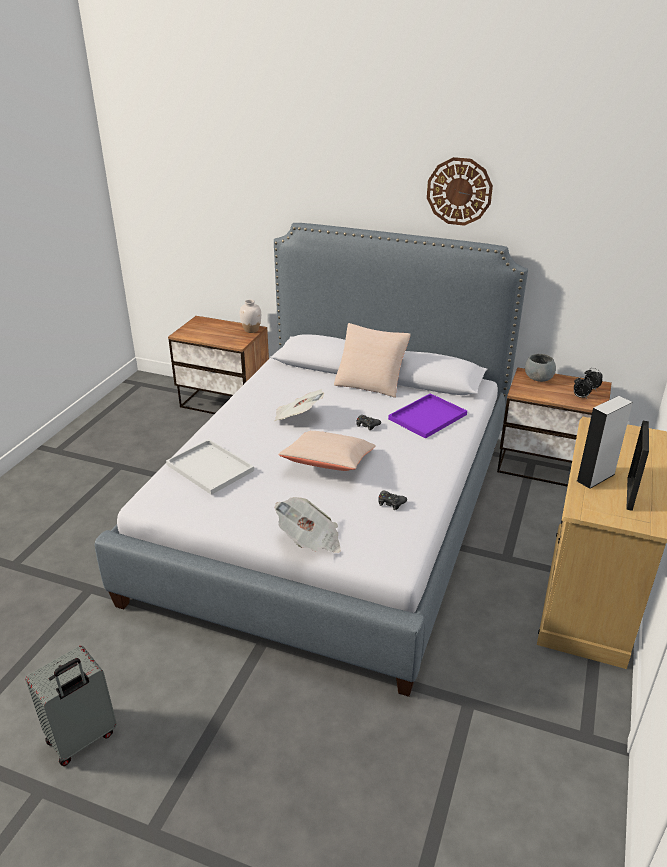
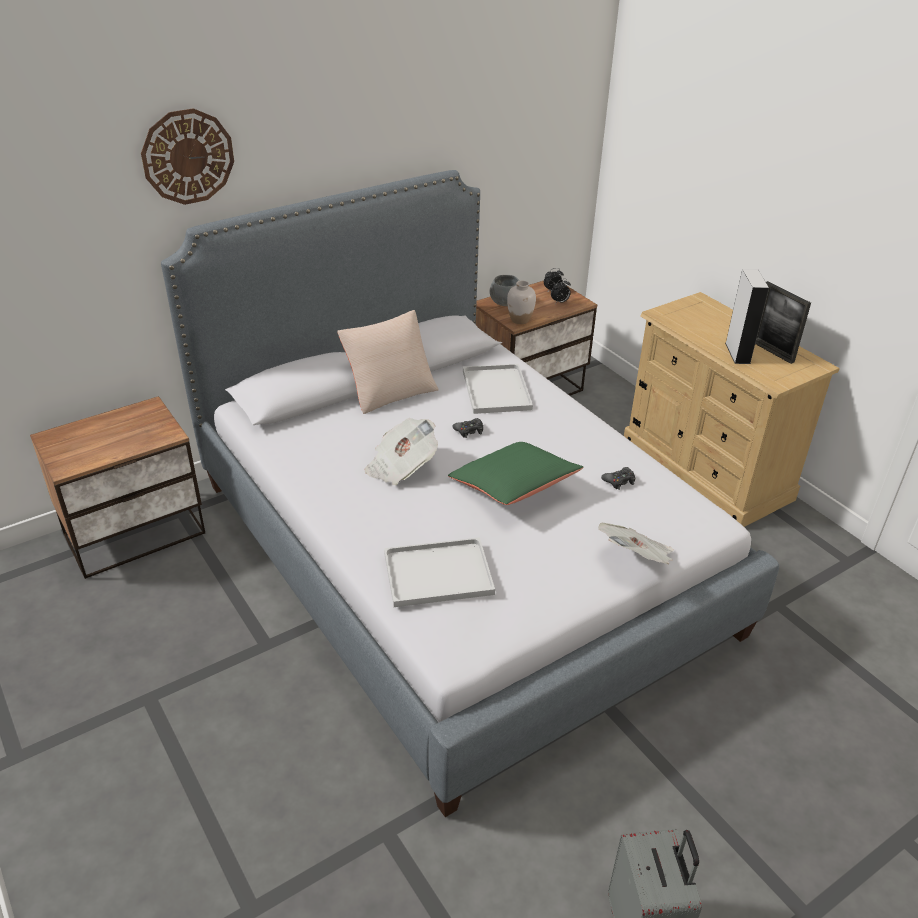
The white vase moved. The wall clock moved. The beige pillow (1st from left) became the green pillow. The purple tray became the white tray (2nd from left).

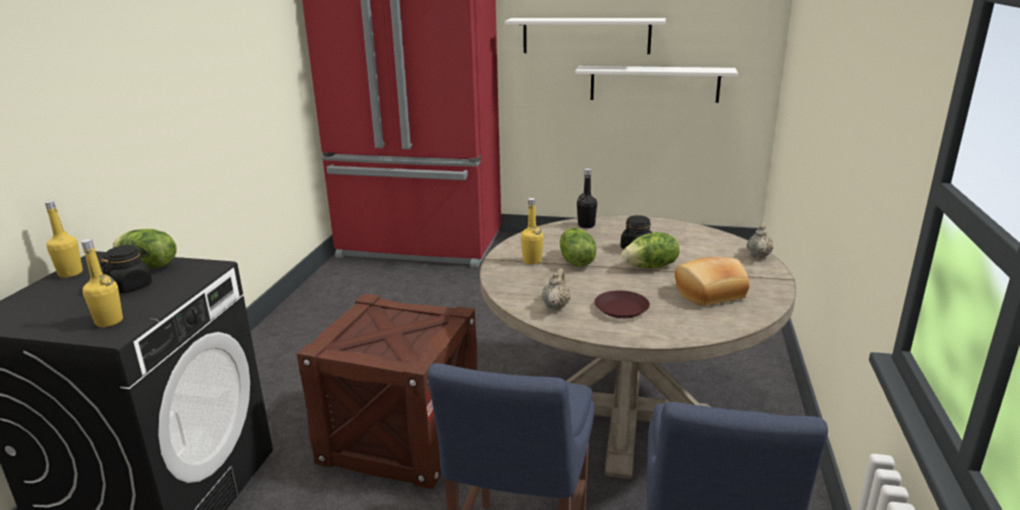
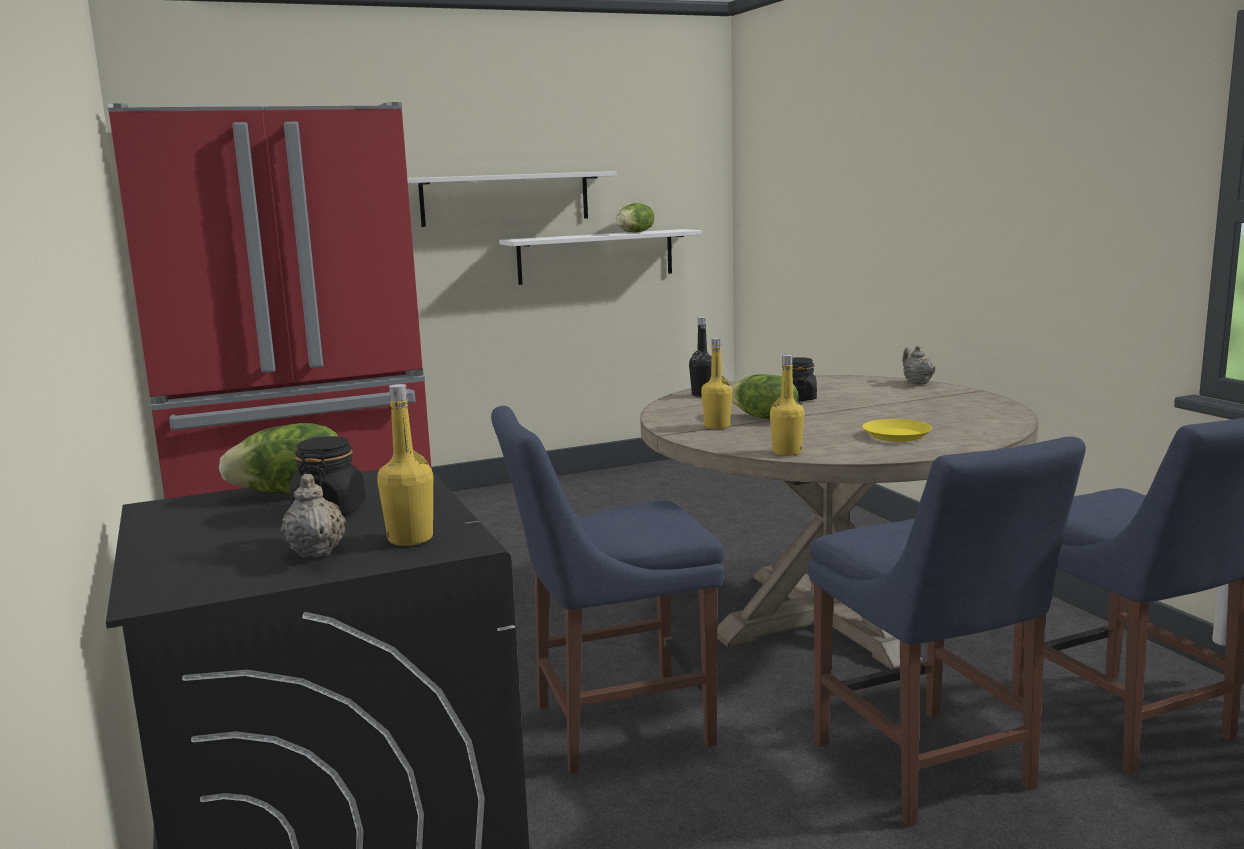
The bread disappeared. The yellow bottle (1st from left in the first image) moved. The beige teapot (1st from left) moved. The lettuce (3rd from left in the first image) moved. The crate was replaced by the blue chair (1st from left). The brown plate became the yellow plate.

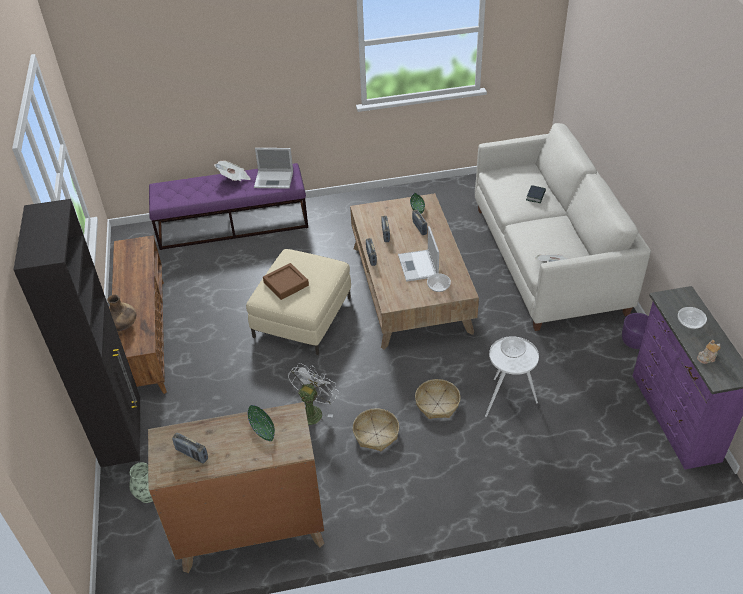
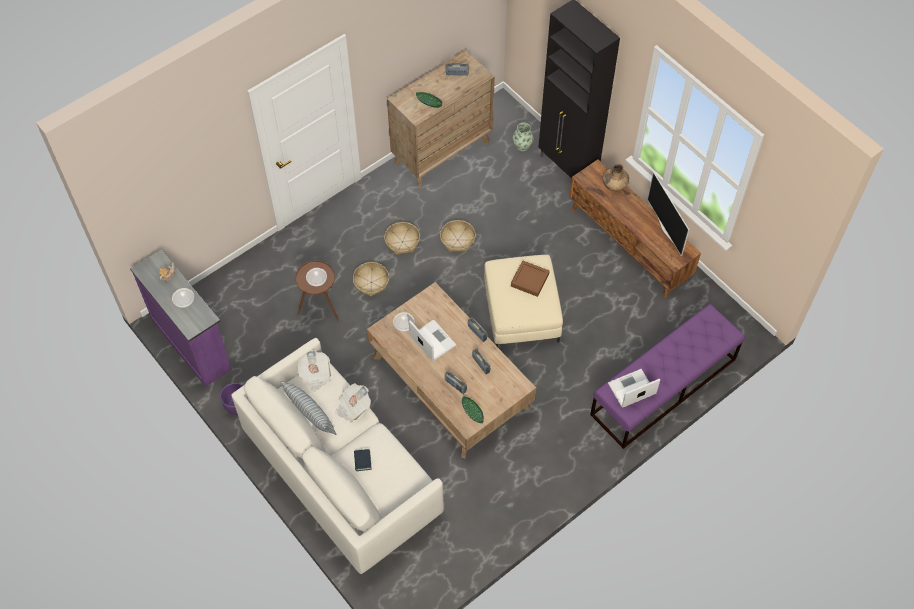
The pillow appeared. The television appeared. The newspaper (1st from left in the first image) moved. The white fan was replaced by the basket (3rd from left). The white side table became the brown side table.

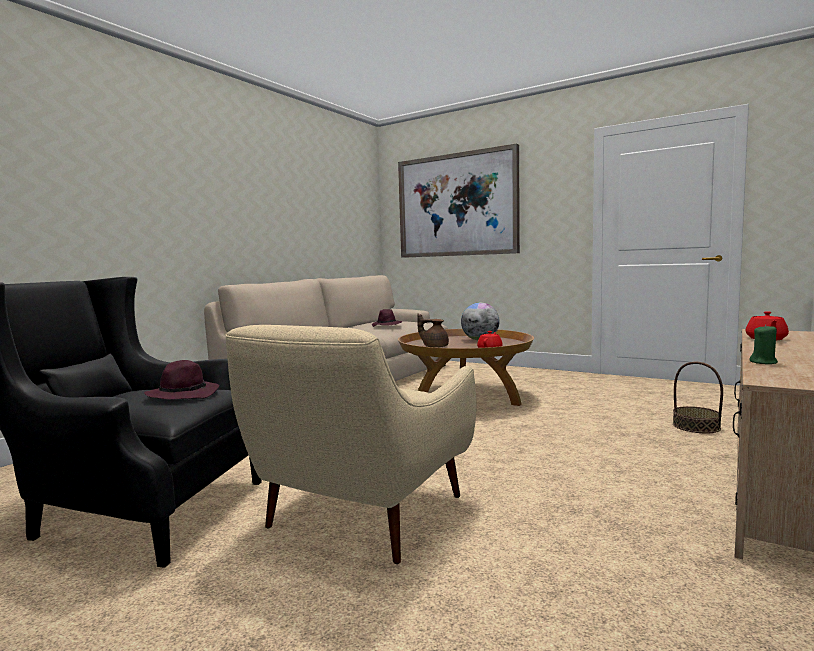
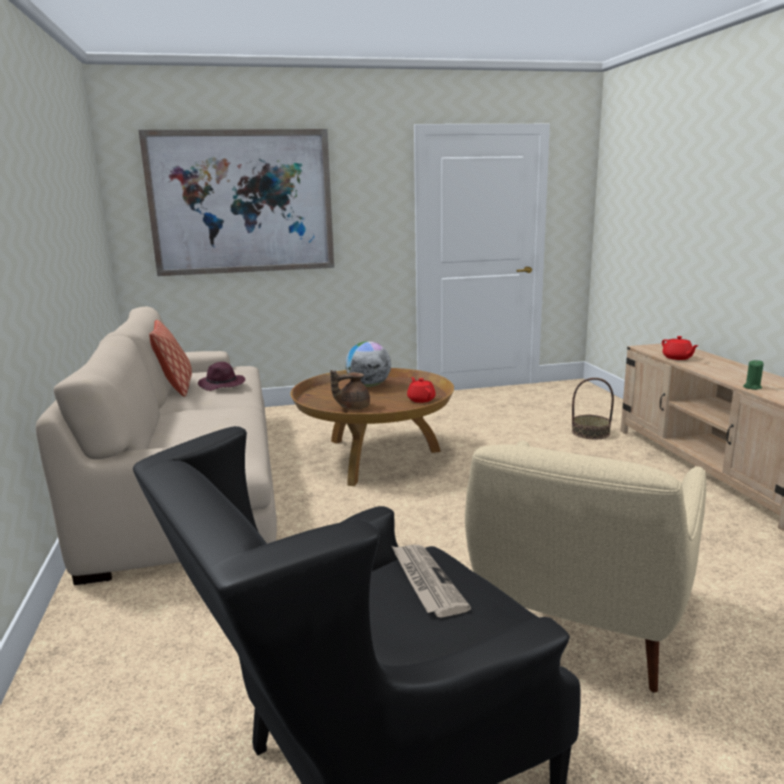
The pillow appeared. The purple hat (1st from left) was replaced by the newspaper. The beige armchair turned 45 degrees clockwise.

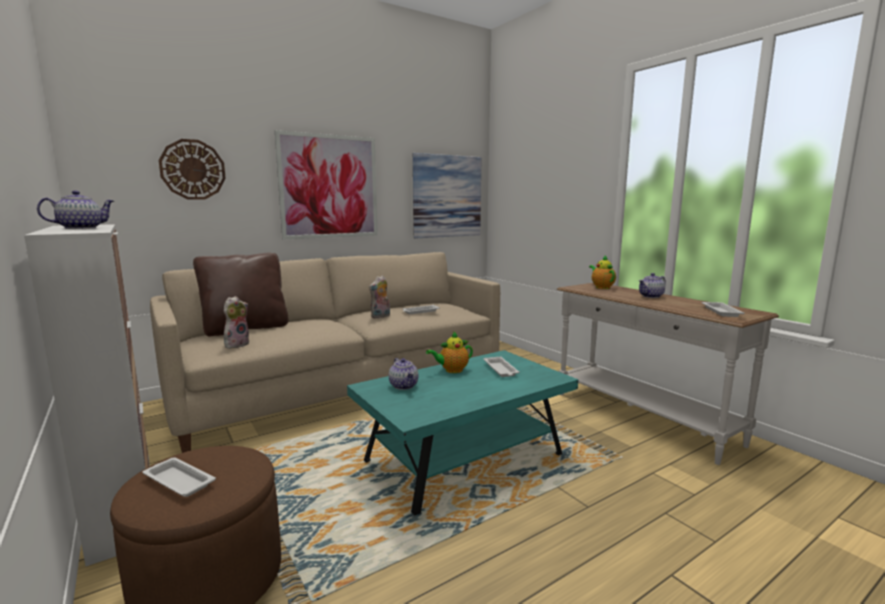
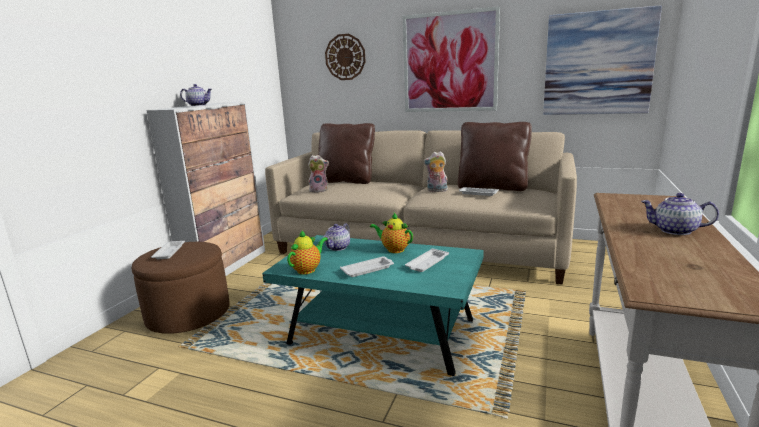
The brown pillow (2nd from left) appeared. The teapot (4th from left in the first image) moved. The white tray (4th from left in the first image) moved.

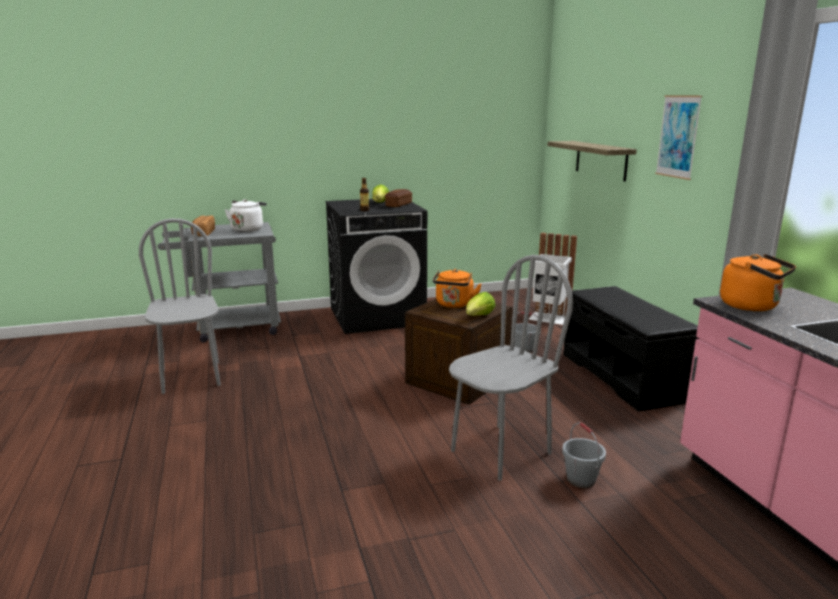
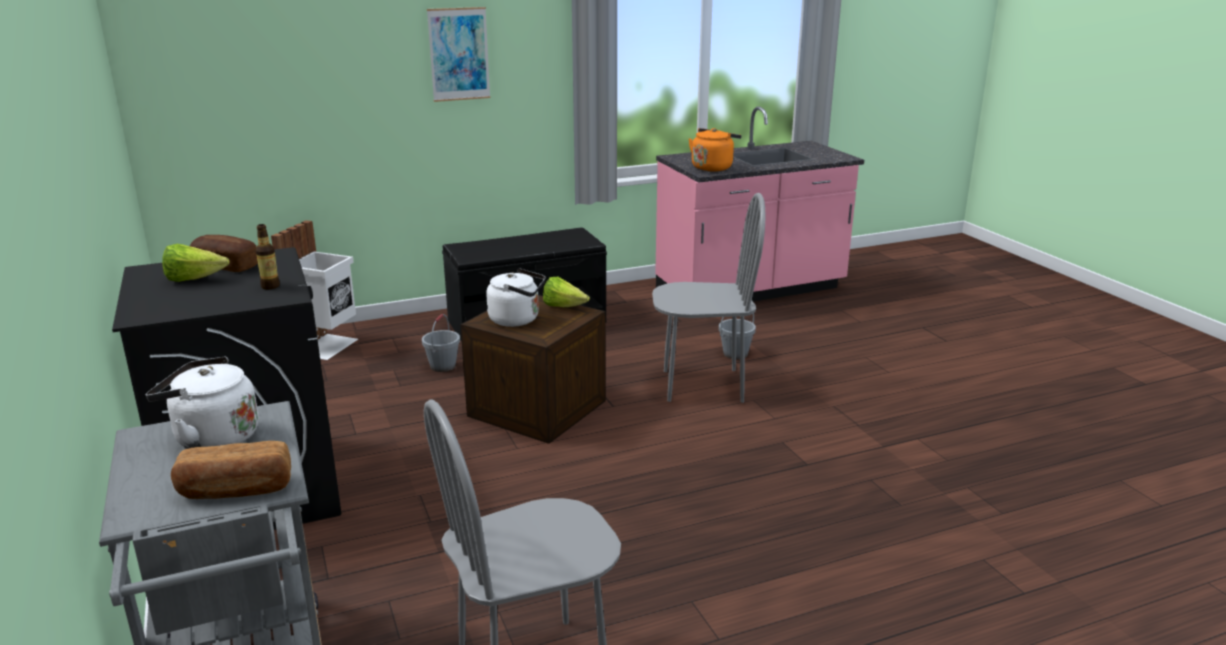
The shelf disappeared. The orange kettle (1st from left) became the white kettle (2nd from left). The grey chair (2nd from left) turned 135 degrees clockwise.

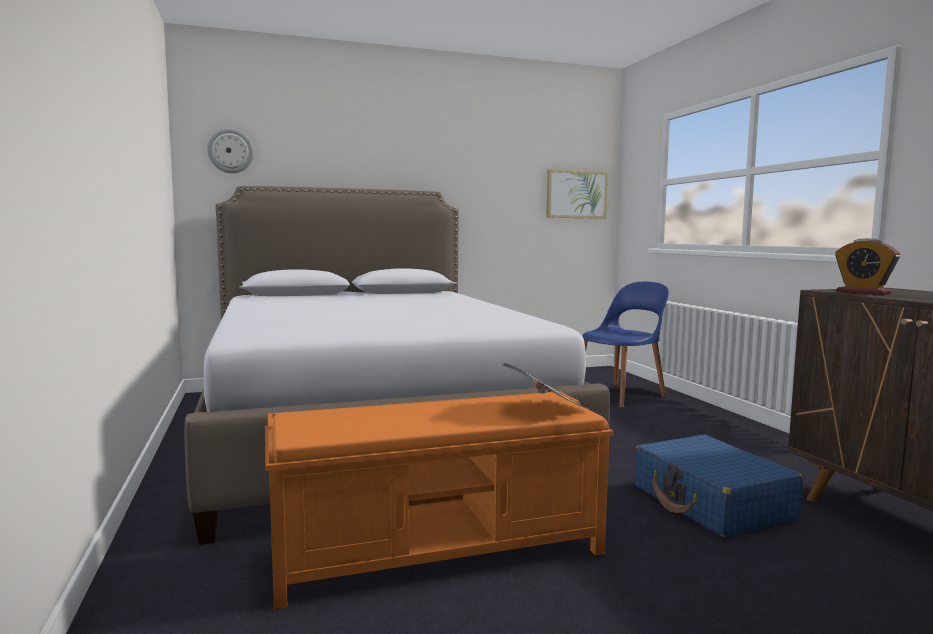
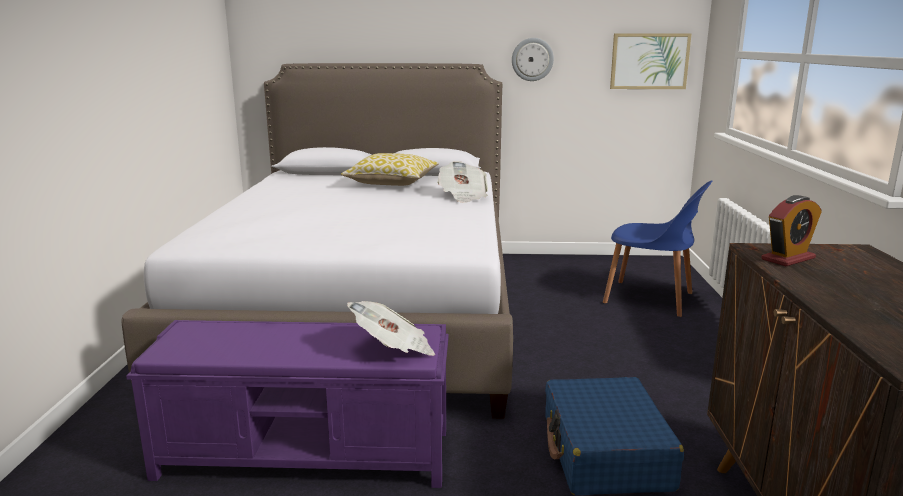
The pillow appeared. The newspaper (2nd from left) appeared. The wall clock moved. The orange bench became the purple bench. The blue chair turned 45 degrees clockwise. The alarm clock turned 105 degrees counterclockwise.

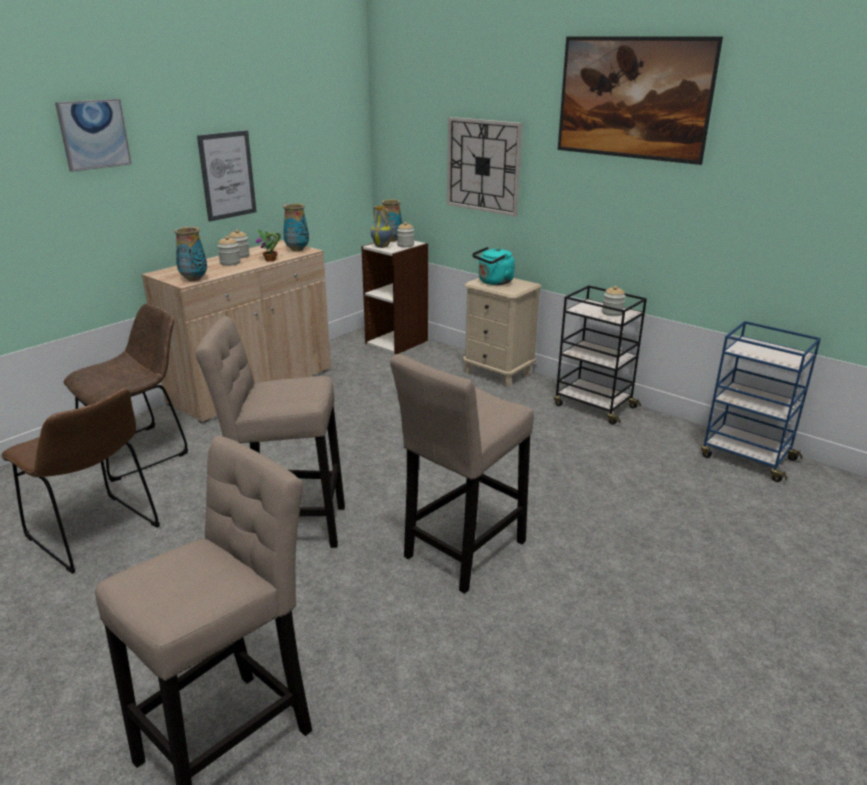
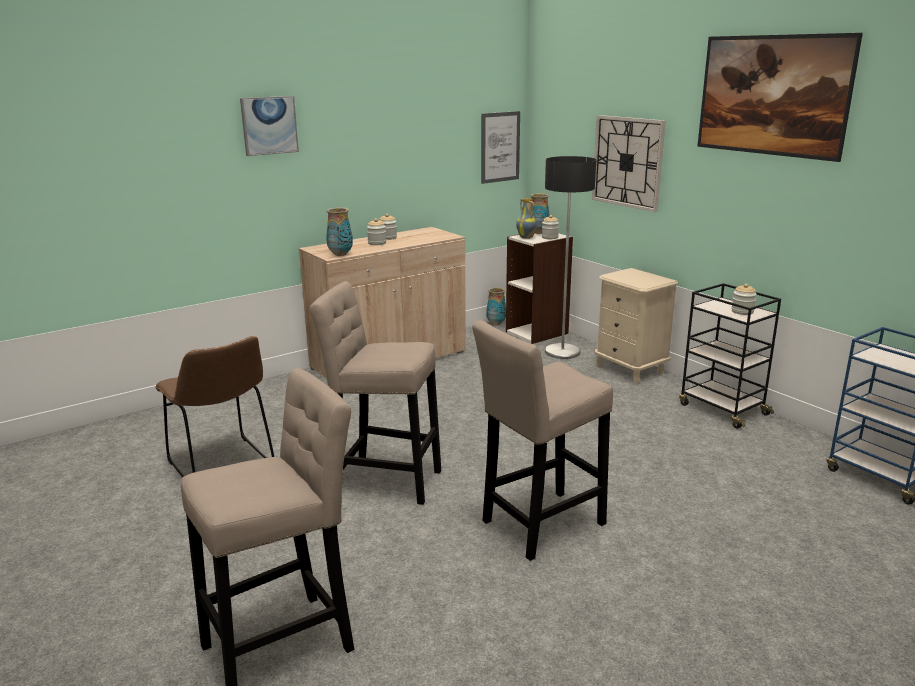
The brown chair (2nd from left) disappeared. The potted plant disappeared. The turquoise kettle disappeared. The floor lamp appeared. The picture (2nd from left) moved. The vase (2nd from left) moved.

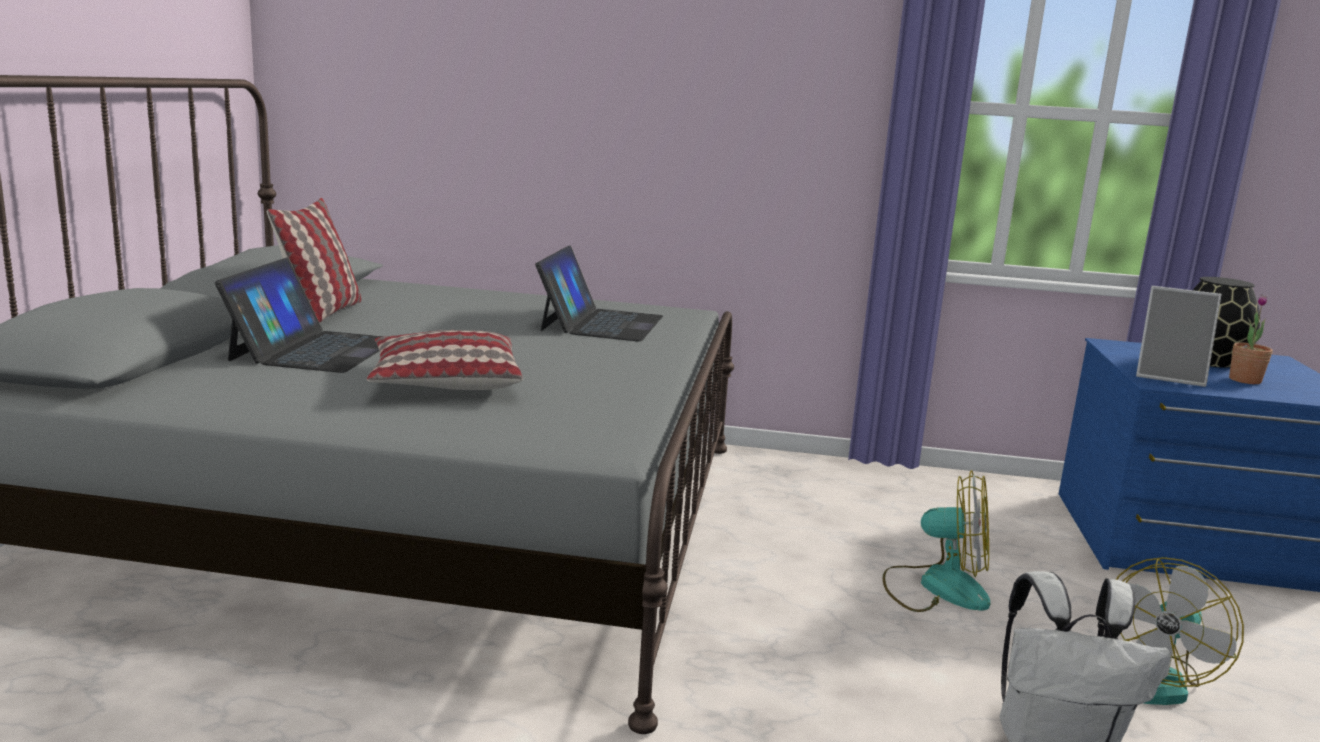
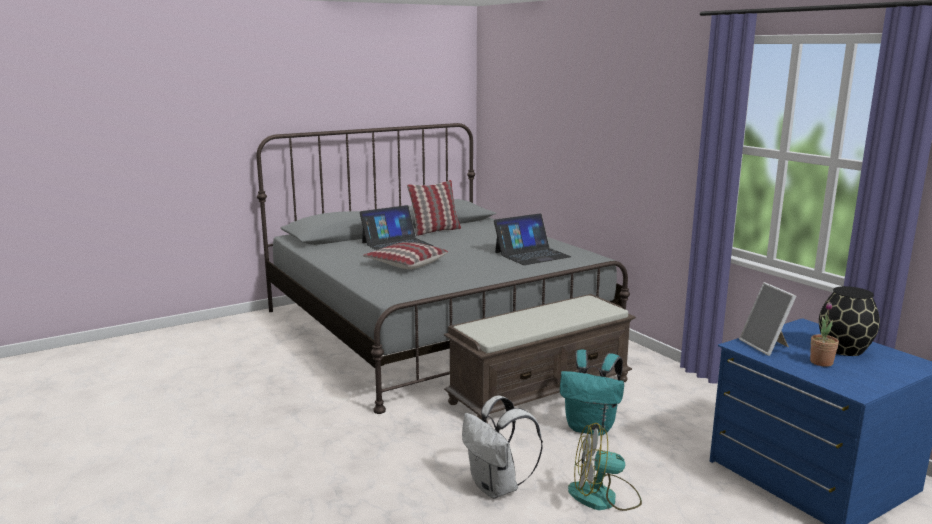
The brown bench appeared. The fan (1st from left) was replaced by the turquoise backpack.

